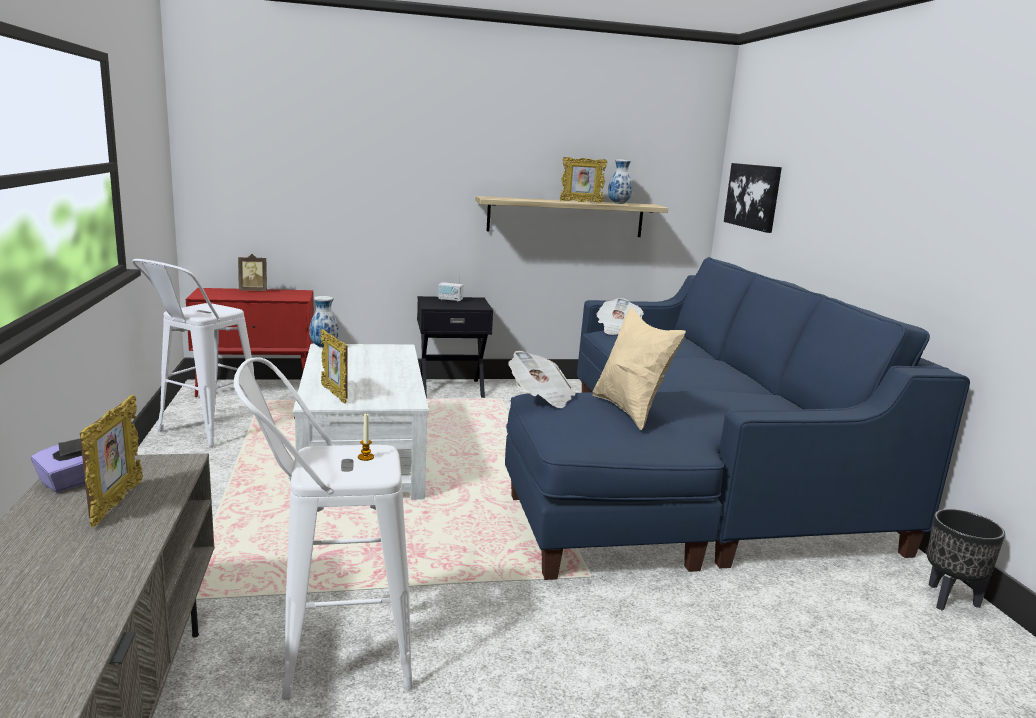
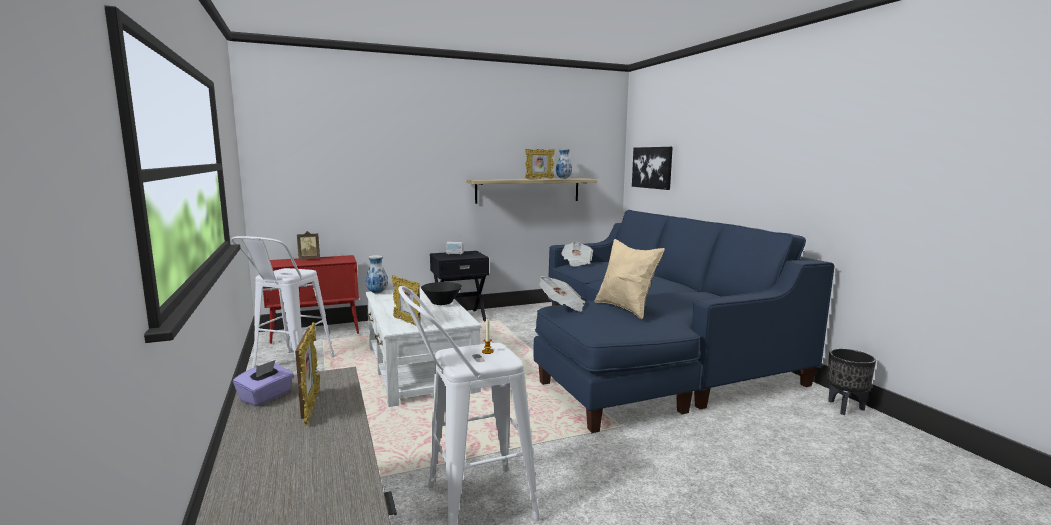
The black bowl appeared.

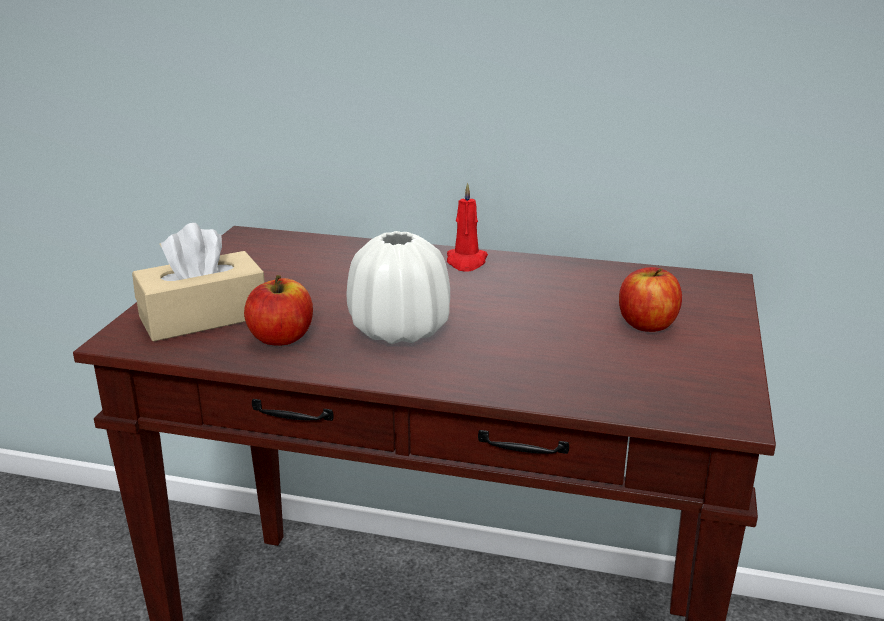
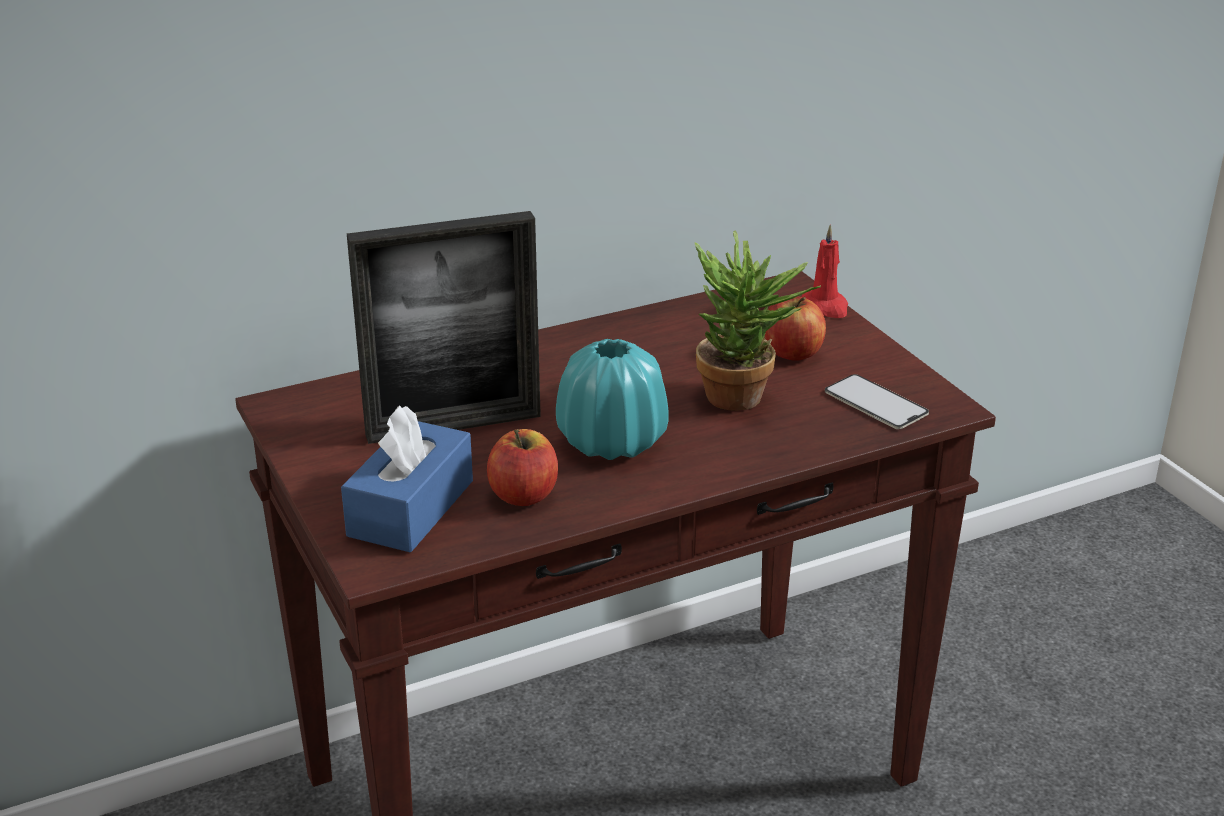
The picture frame appeared. The potted plant appeared. The phone appeared. The red candle moved. The beige tissue box became the blue tissue box. The white vase became the turquoise vase.

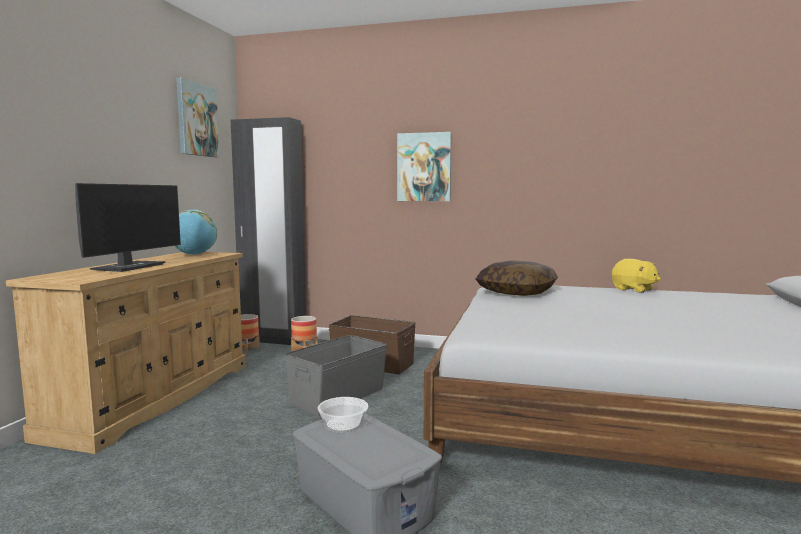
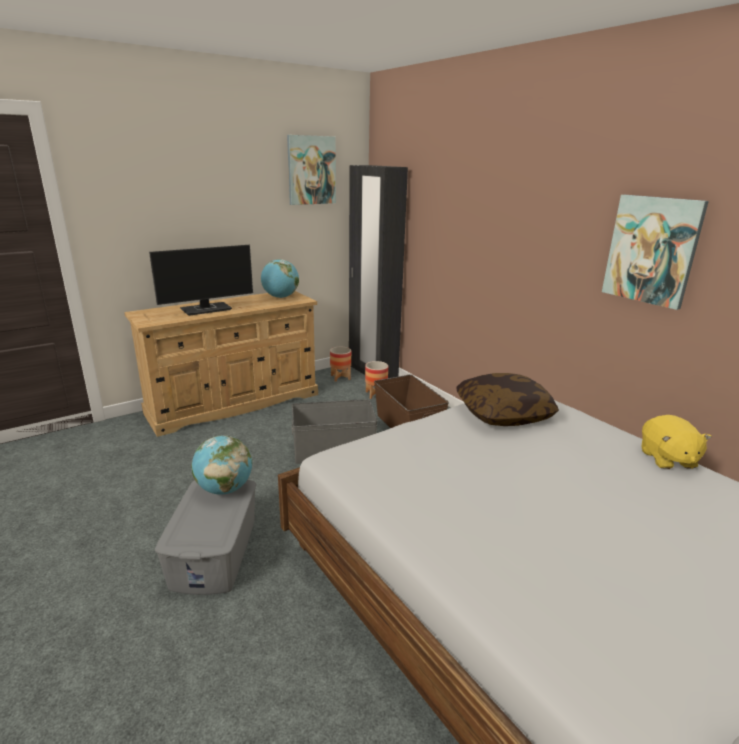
The picture (2nd from left) moved. The bowl was replaced by the globe (1st from left).

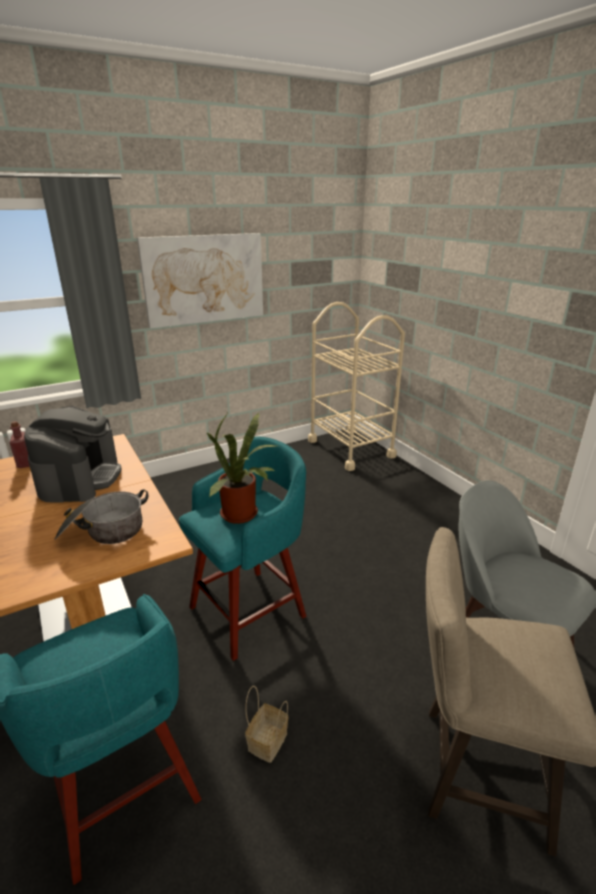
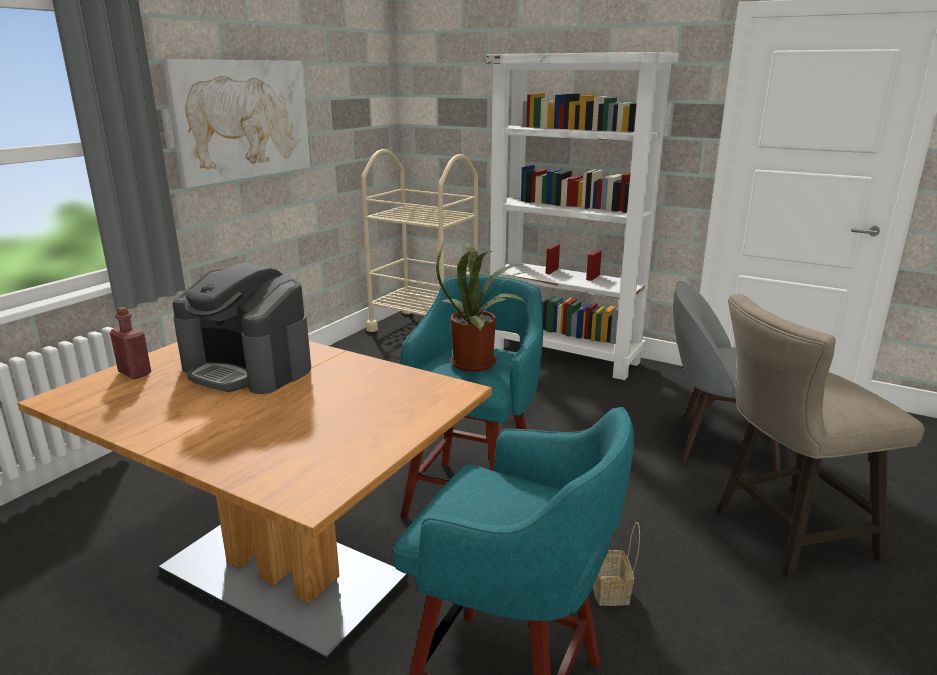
The cooking pot disappeared. The white bookcase appeared. The coffee machine turned 150 degrees clockwise.

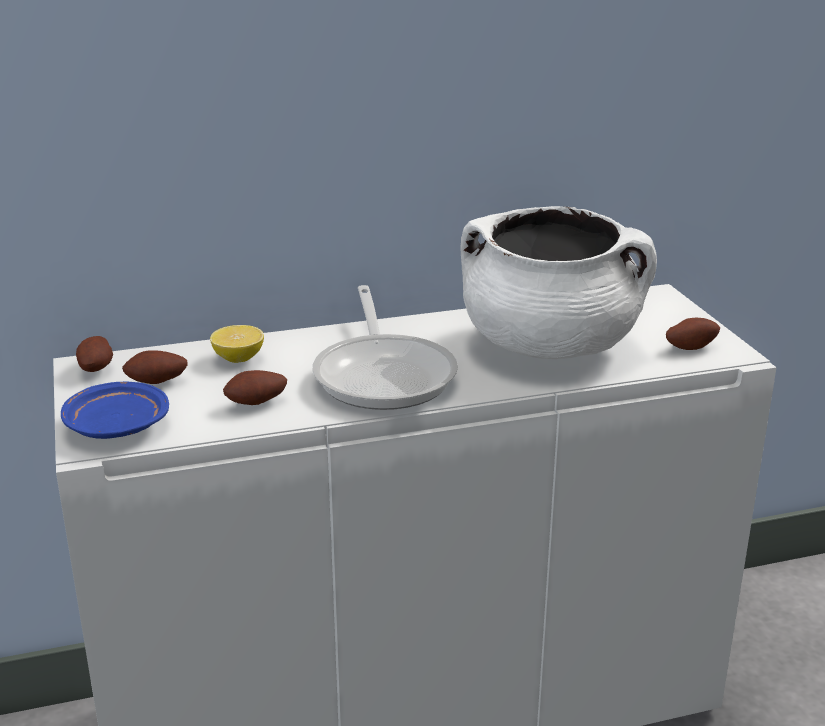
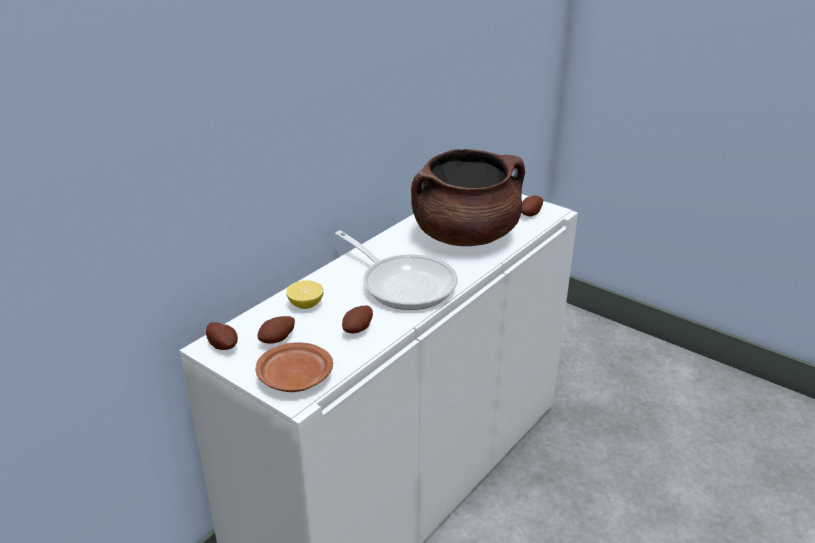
The blue plate became the brown plate. The white cooking pot became the brown cooking pot.

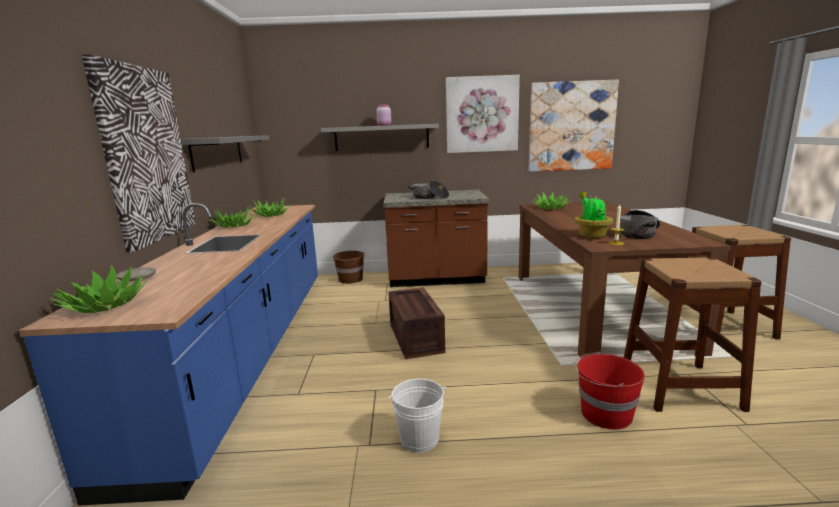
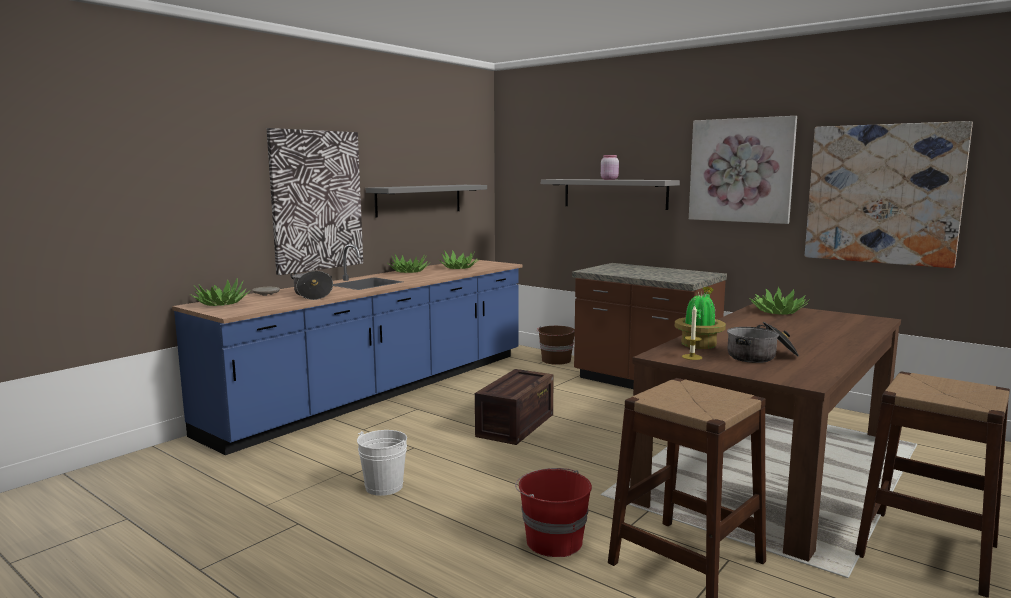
The cooking pot (1st from left) moved.

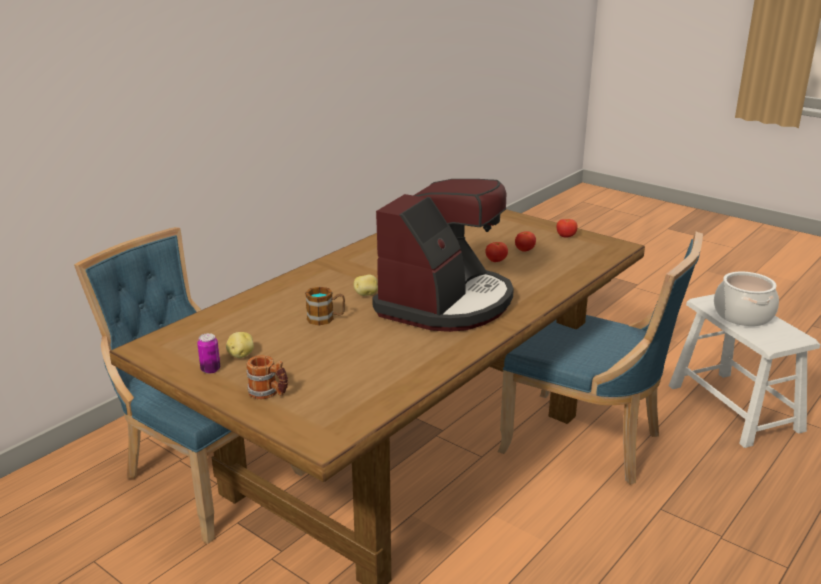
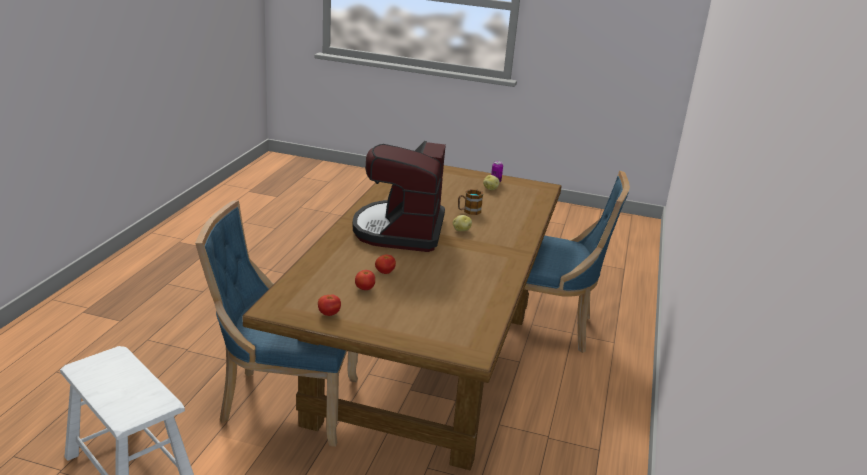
The mug (1st from left) disappeared. The cooking pot disappeared.

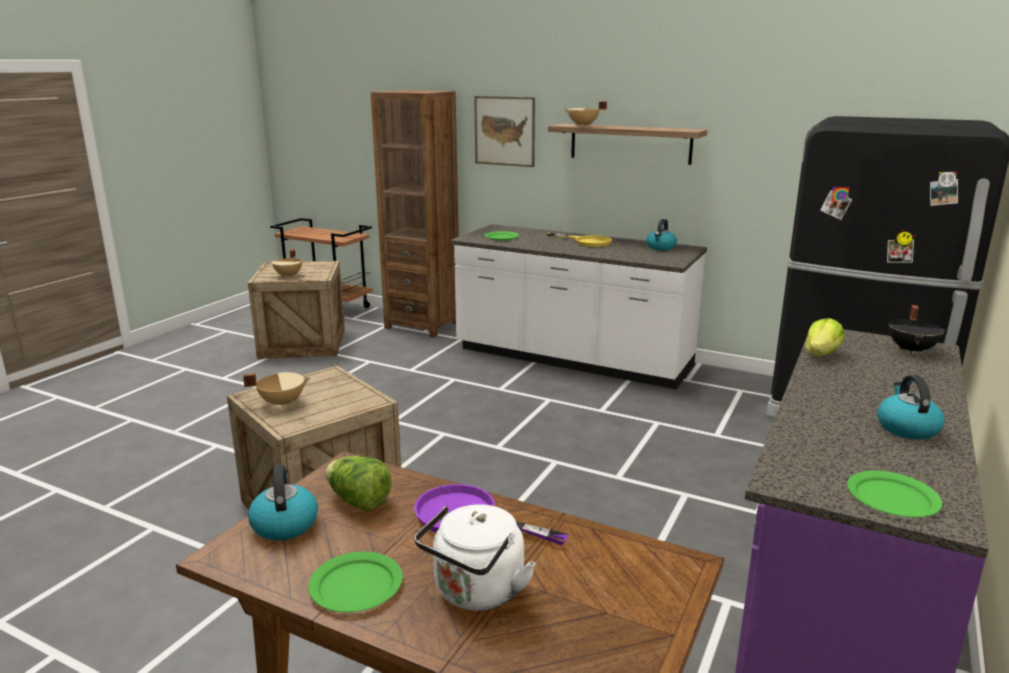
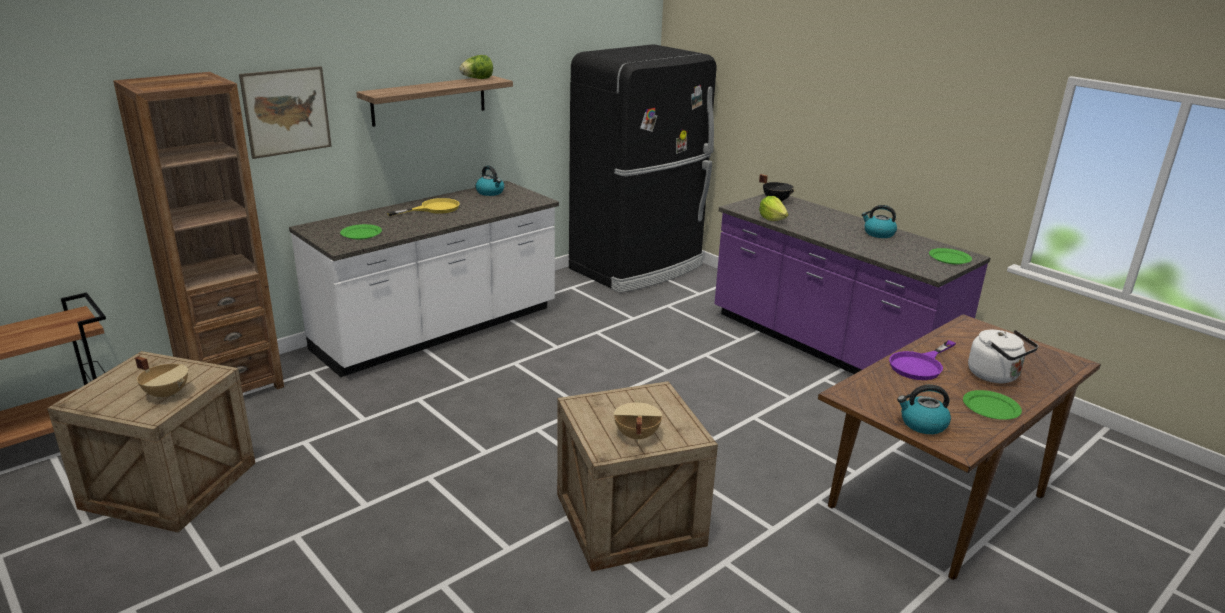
The beige cooking pot (3rd from left) disappeared. The lettuce (1st from left) moved.

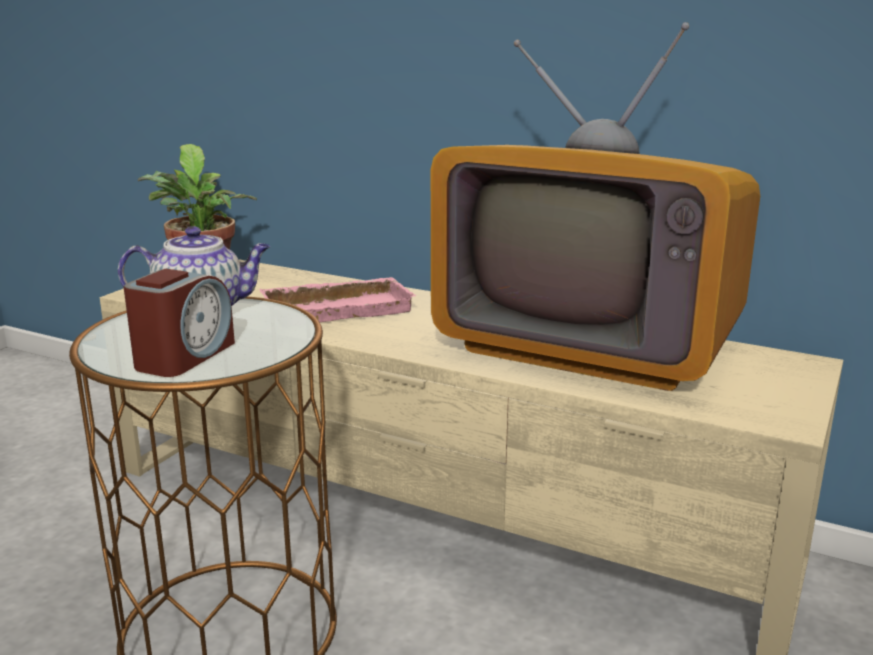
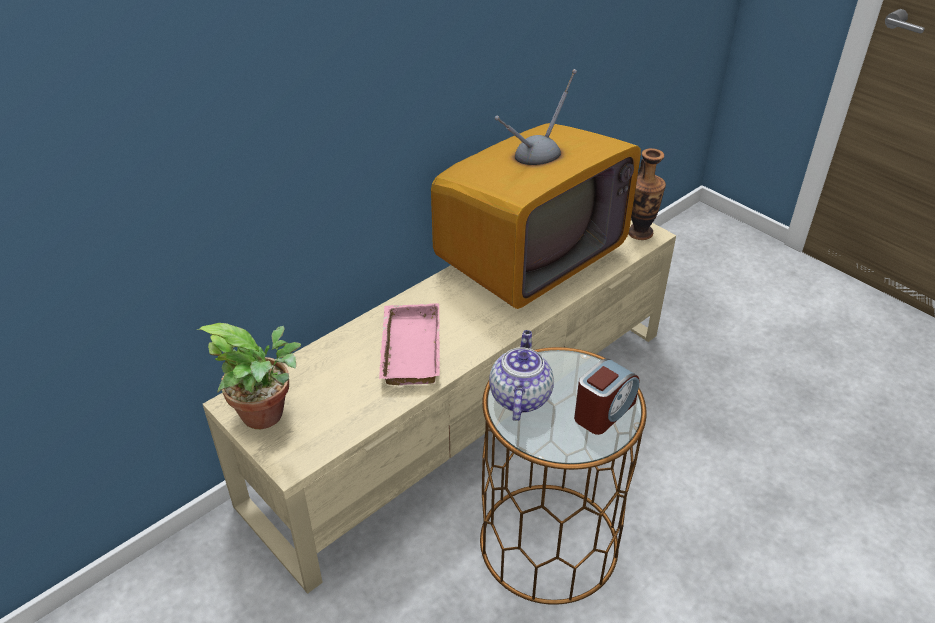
The vase appeared. The alarm clock turned 90 degrees clockwise.

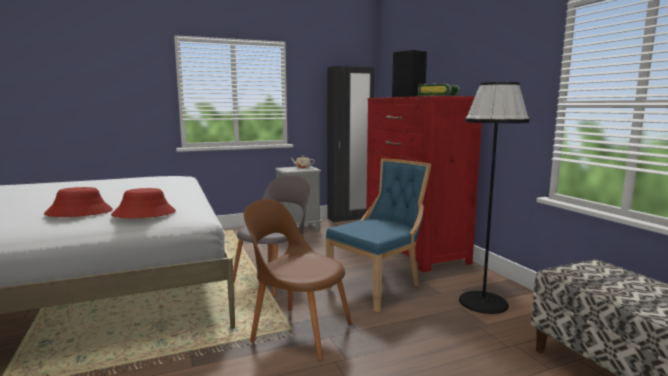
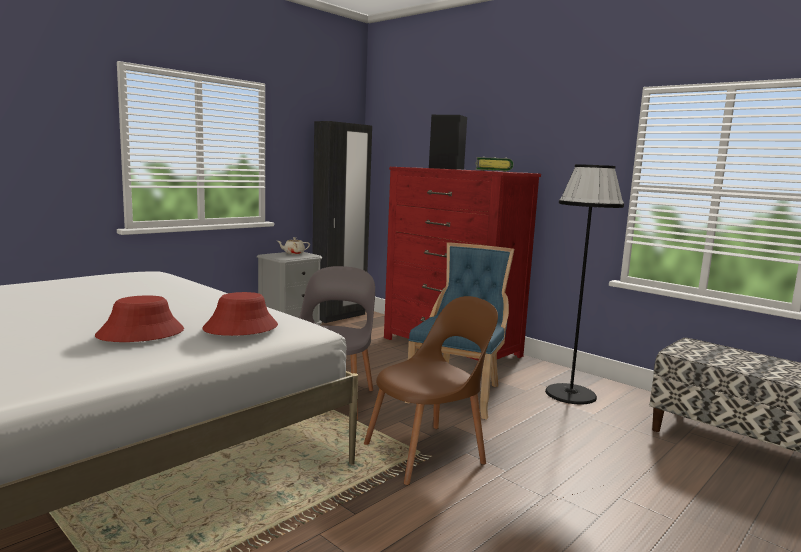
The brown chair turned 150 degrees clockwise.

